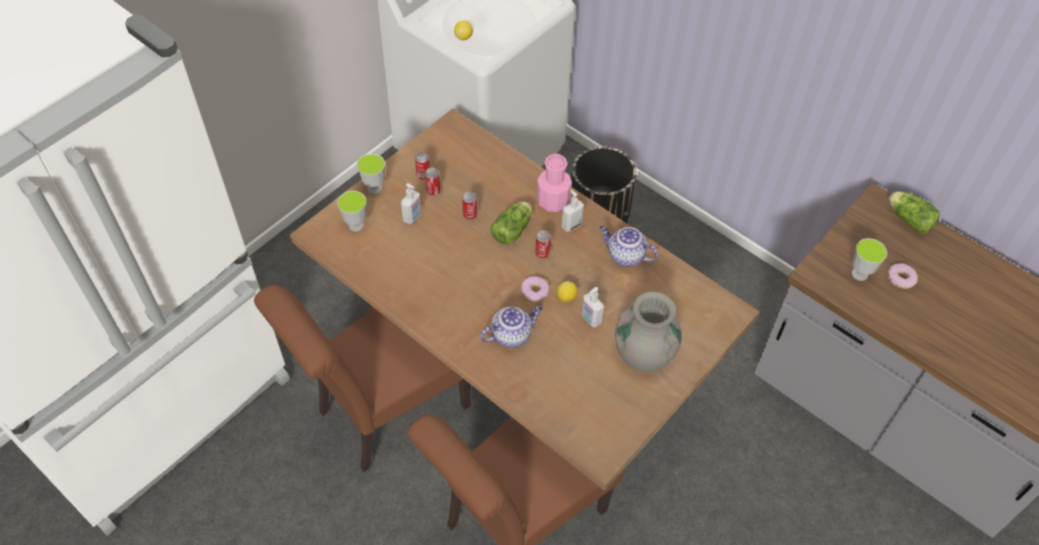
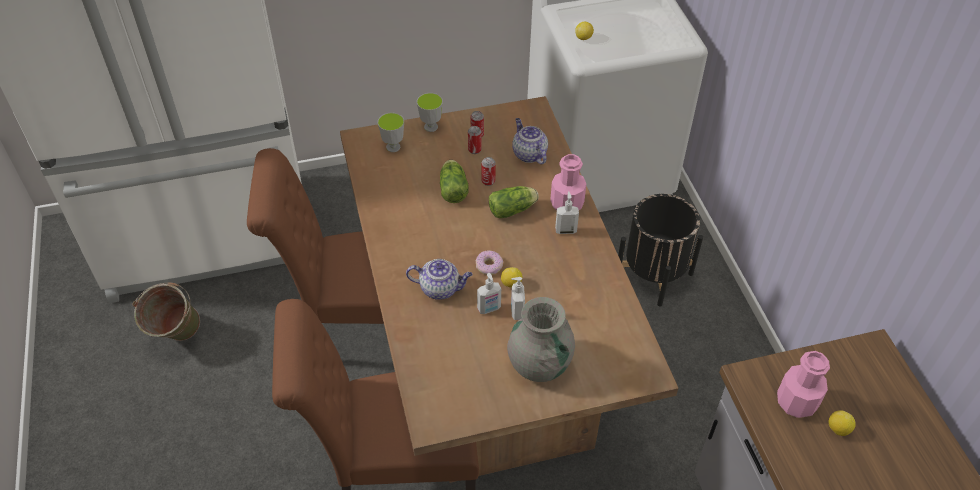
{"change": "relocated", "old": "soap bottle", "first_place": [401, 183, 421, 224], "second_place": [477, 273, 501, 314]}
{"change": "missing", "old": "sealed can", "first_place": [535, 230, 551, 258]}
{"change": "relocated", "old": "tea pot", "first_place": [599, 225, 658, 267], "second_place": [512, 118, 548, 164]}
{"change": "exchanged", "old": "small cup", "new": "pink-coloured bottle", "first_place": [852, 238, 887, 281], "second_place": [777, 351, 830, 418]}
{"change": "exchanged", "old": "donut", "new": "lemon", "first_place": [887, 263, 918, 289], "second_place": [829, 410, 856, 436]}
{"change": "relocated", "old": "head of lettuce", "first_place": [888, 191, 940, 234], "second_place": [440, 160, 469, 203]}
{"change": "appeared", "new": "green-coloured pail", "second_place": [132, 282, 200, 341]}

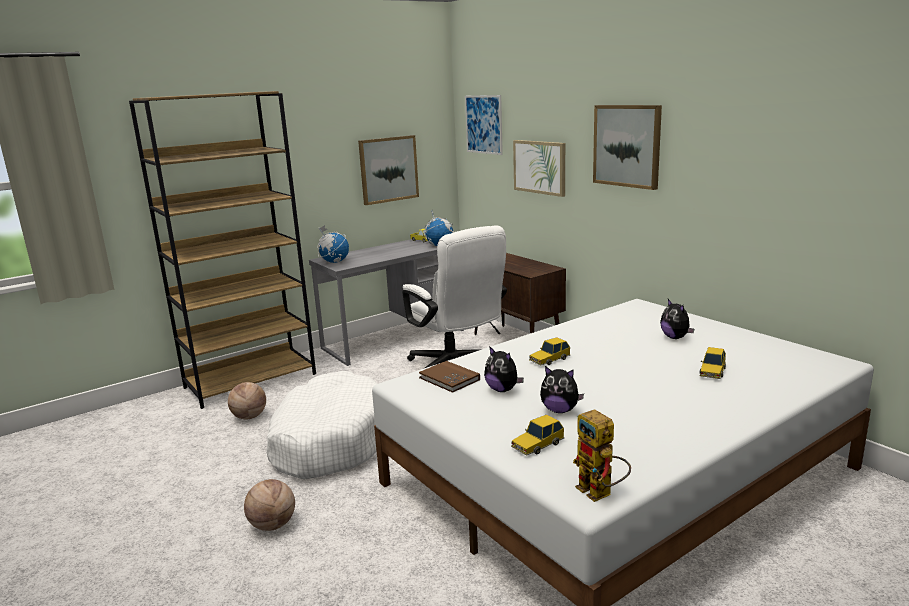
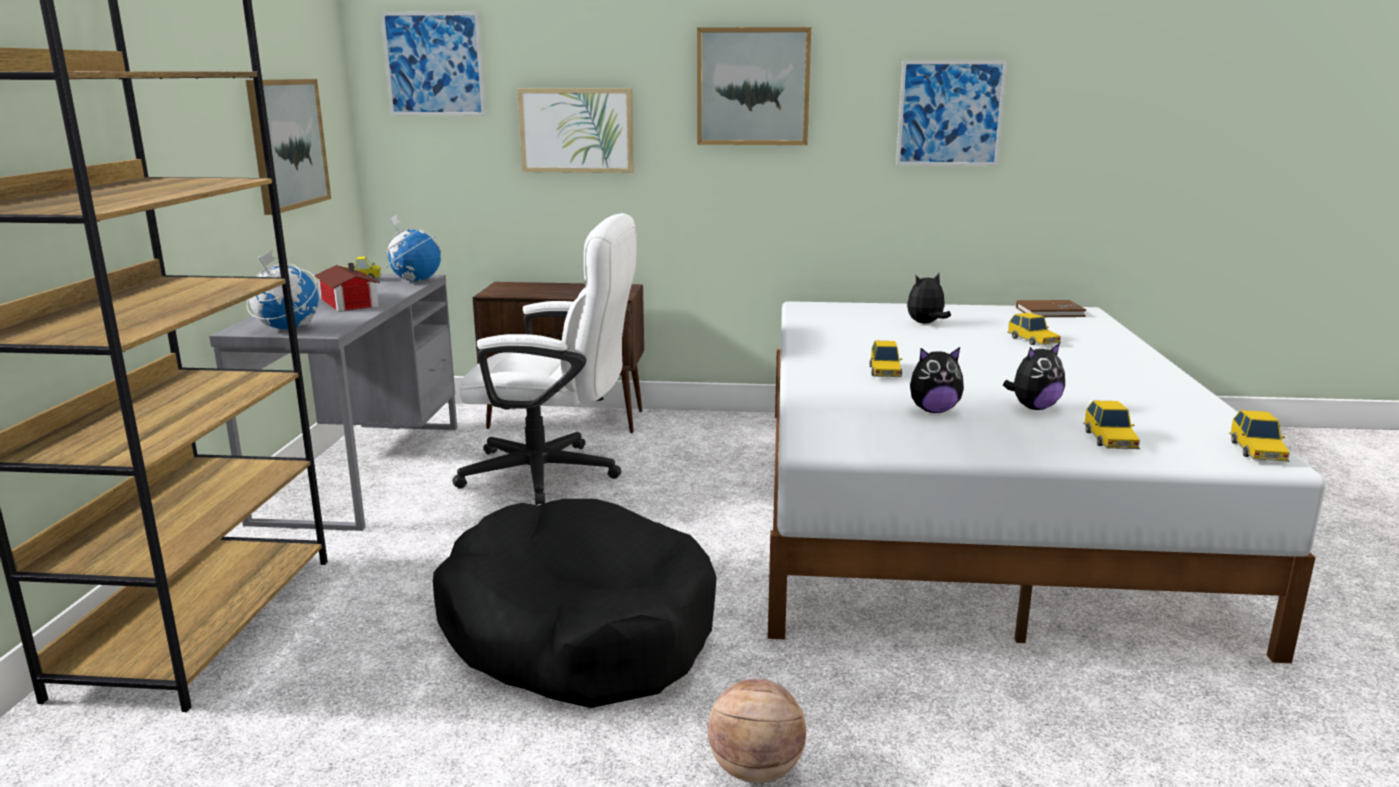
{"change": "missing", "old": "basketball", "first_place": [228, 382, 266, 419]}
{"change": "colour", "old": "white dog cushion", "new": "black-coloured dog cushion", "first_place": [266, 371, 378, 479], "second_place": [433, 499, 717, 708]}
{"change": "relocated", "old": "brownish bound book", "first_place": [419, 361, 480, 393], "second_place": [1016, 300, 1086, 317]}
{"change": "exchanged", "old": "robot figure", "new": "miniature car", "first_place": [573, 409, 631, 502], "second_place": [1229, 410, 1290, 462]}
{"change": "spun", "old": "soft toy", "first_place": [660, 299, 694, 339], "second_place": [907, 273, 951, 323], "degrees": 135}
{"change": "appeared", "new": "toy house", "second_place": [314, 263, 380, 312]}
{"change": "appeared", "new": "wall picture", "second_place": [896, 60, 1007, 166]}

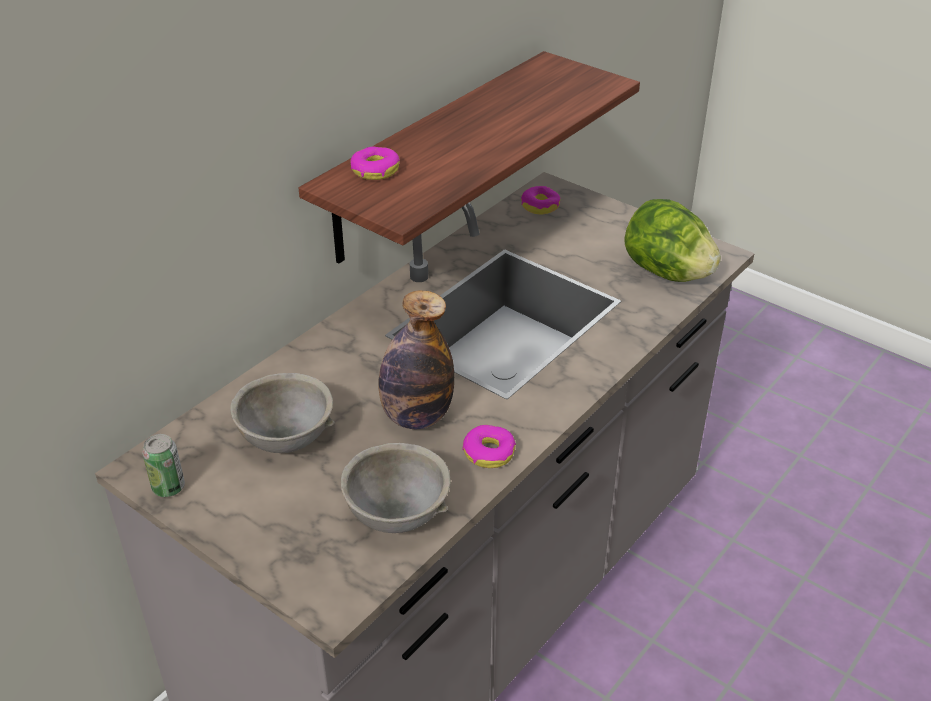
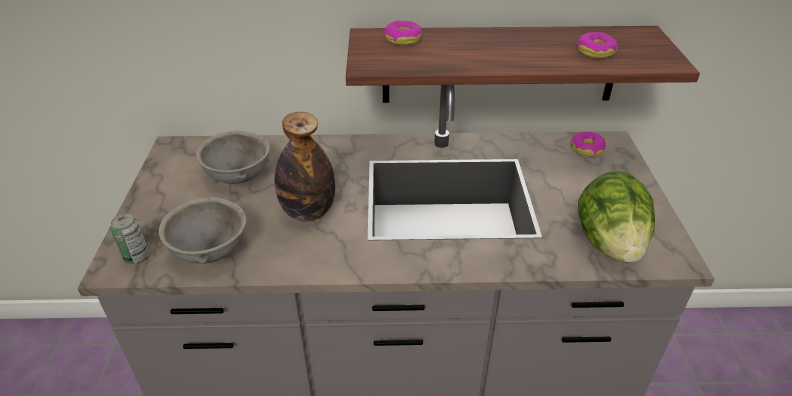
{"change": "relocated", "old": "sealed can", "first_place": [142, 434, 185, 497], "second_place": [110, 214, 149, 264]}
{"change": "relocated", "old": "donut", "first_place": [462, 425, 516, 468], "second_place": [577, 32, 618, 58]}

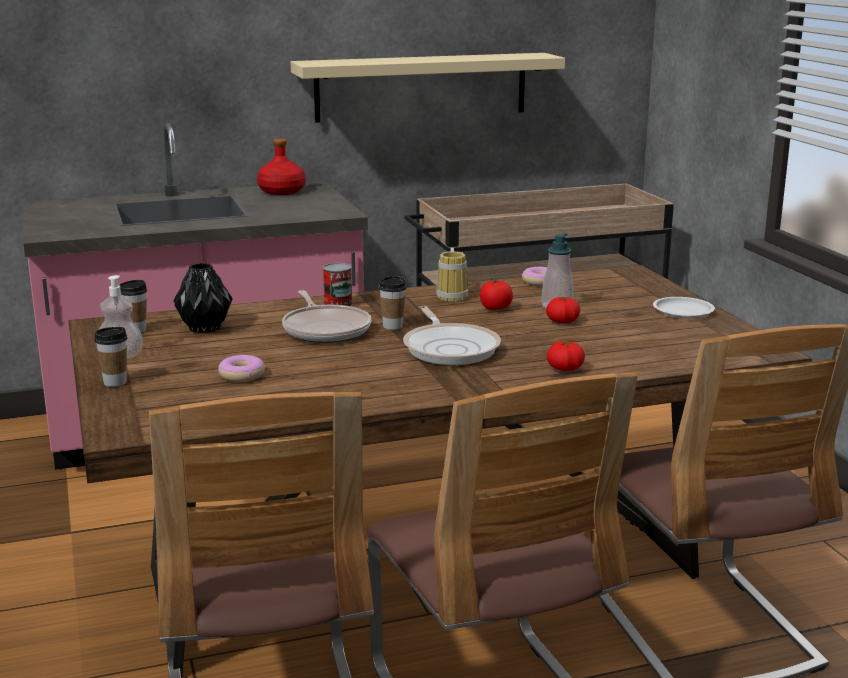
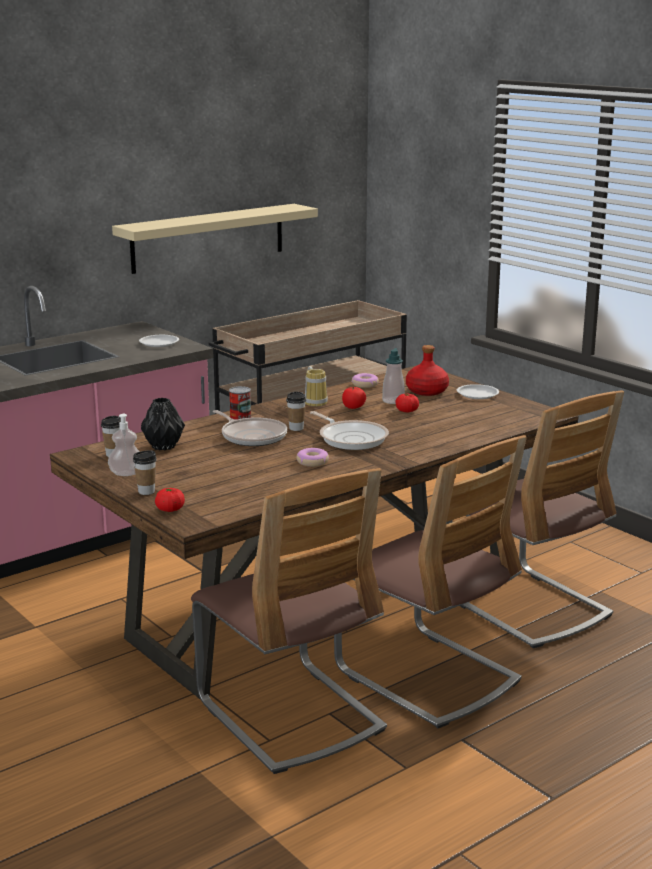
{"change": "relocated", "old": "donut", "first_place": [218, 355, 265, 382], "second_place": [296, 448, 329, 467]}
{"change": "relocated", "old": "reddish bottle", "first_place": [257, 139, 306, 195], "second_place": [406, 345, 449, 396]}
{"change": "relocated", "old": "whole tomato", "first_place": [547, 341, 585, 371], "second_place": [155, 488, 185, 512]}
{"change": "appeared", "new": "white flat dish", "second_place": [139, 335, 179, 347]}

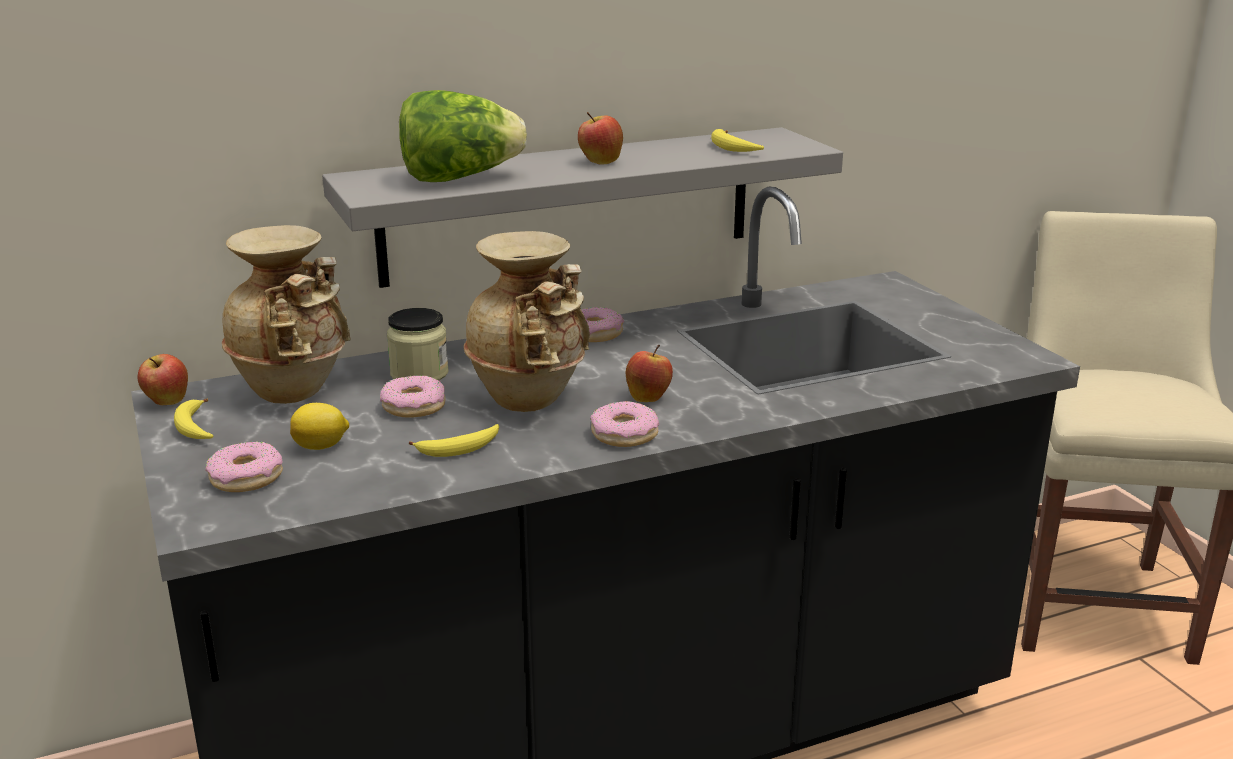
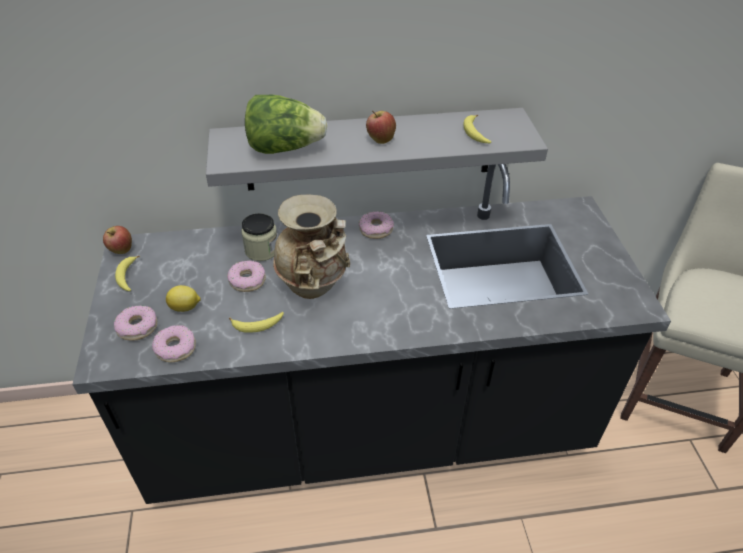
{"change": "missing", "old": "beige vase", "first_place": [222, 225, 351, 404]}
{"change": "relocated", "old": "donut", "first_place": [590, 401, 659, 447], "second_place": [152, 325, 196, 362]}
{"change": "missing", "old": "apple", "first_place": [626, 345, 673, 402]}

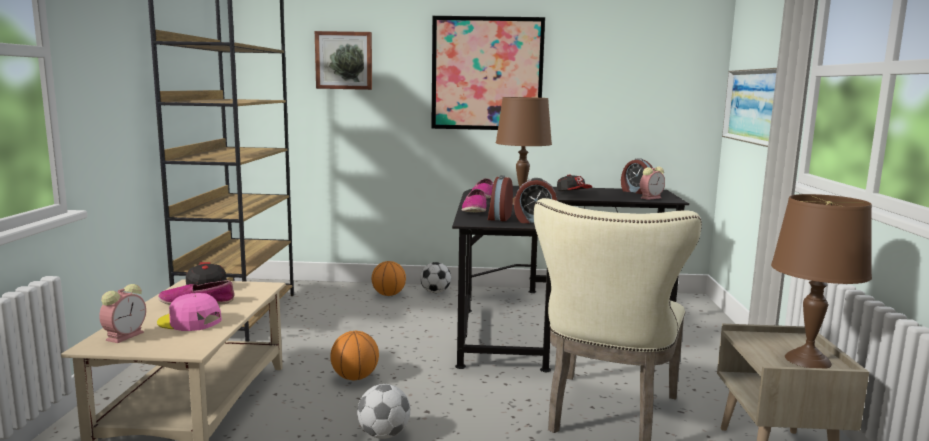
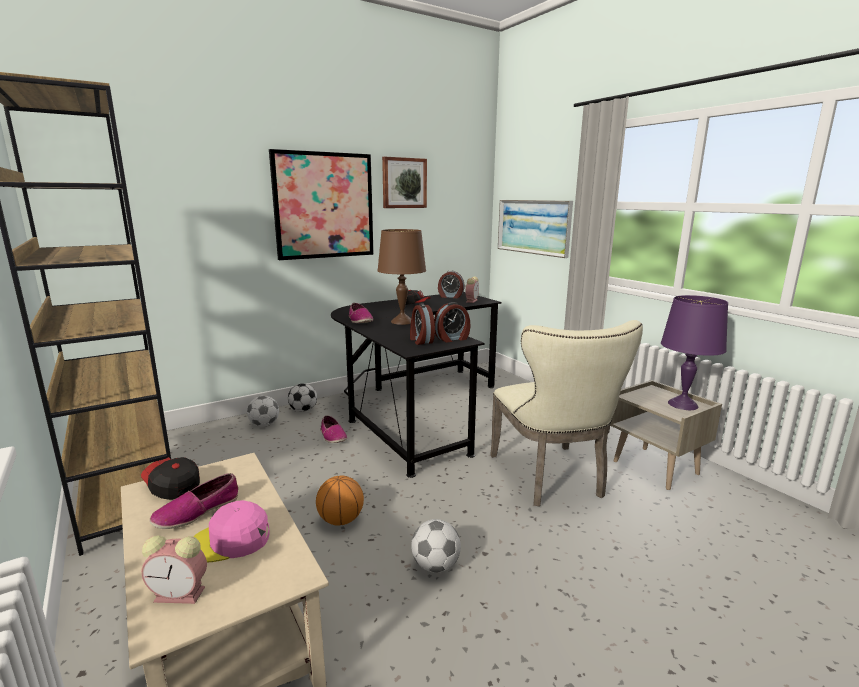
{"change": "spun", "old": "table clock", "first_place": [99, 284, 146, 343], "second_place": [141, 535, 207, 604], "degrees": 105}
{"change": "relocated", "old": "wall picture", "first_place": [315, 31, 372, 90], "second_place": [382, 157, 427, 208]}
{"change": "exchanged", "old": "basketball", "new": "ball for football", "first_place": [372, 261, 406, 296], "second_place": [247, 396, 279, 427]}
{"change": "relocated", "old": "item of footwear", "first_place": [462, 189, 486, 212], "second_place": [321, 415, 347, 443]}
{"change": "colour", "old": "brownish table lamp", "new": "purple table lamp", "first_place": [771, 194, 872, 369], "second_place": [661, 295, 728, 410]}

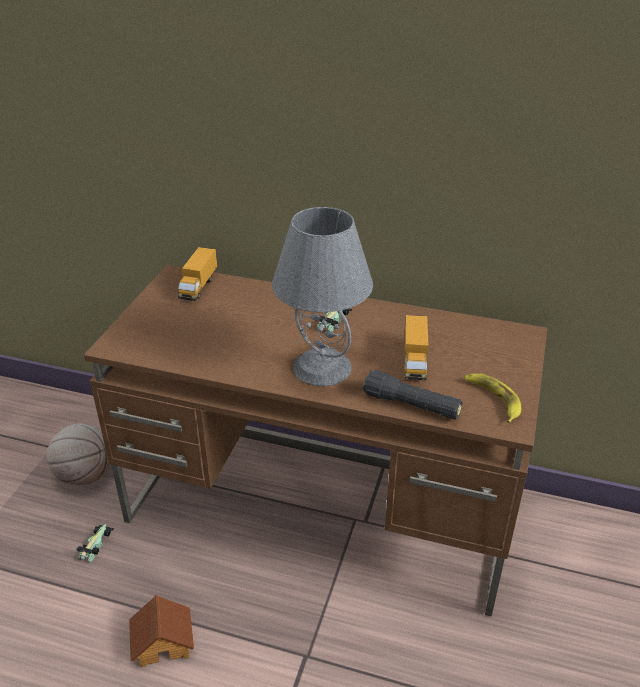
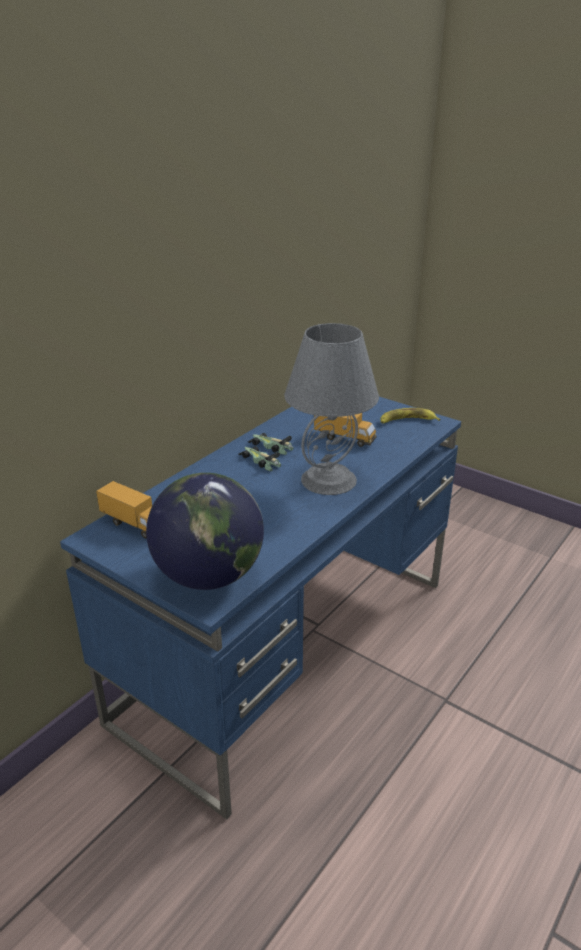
{"change": "missing", "old": "basketball", "first_place": [46, 424, 109, 485]}
{"change": "relocated", "old": "miniature car", "first_place": [77, 524, 114, 562], "second_place": [248, 433, 293, 455]}
{"change": "colour", "old": "brownish desk", "new": "blue desk", "first_place": [84, 265, 547, 617], "second_place": [60, 397, 461, 820]}
{"change": "missing", "old": "toy house", "first_place": [129, 595, 194, 668]}
{"change": "missing", "old": "black-coloured torch", "first_place": [363, 370, 462, 420]}
{"change": "appeared", "new": "globe", "second_place": [146, 473, 264, 590]}

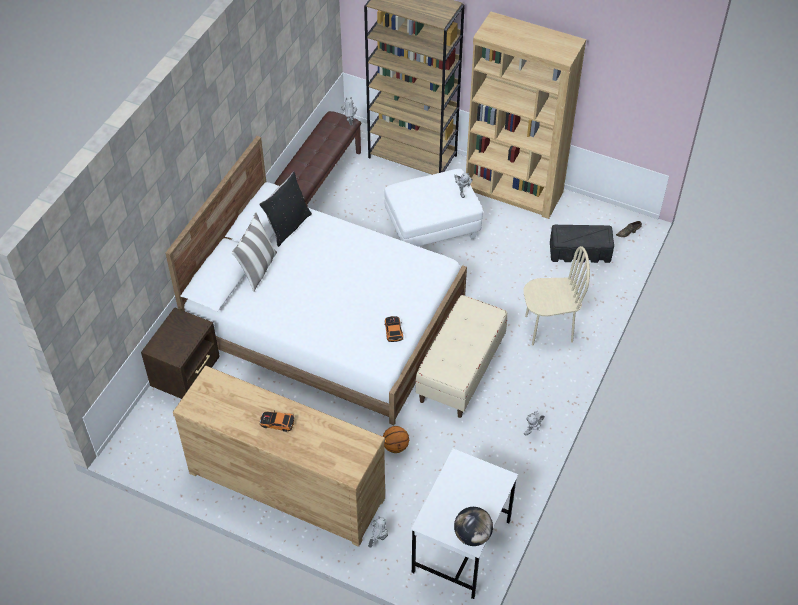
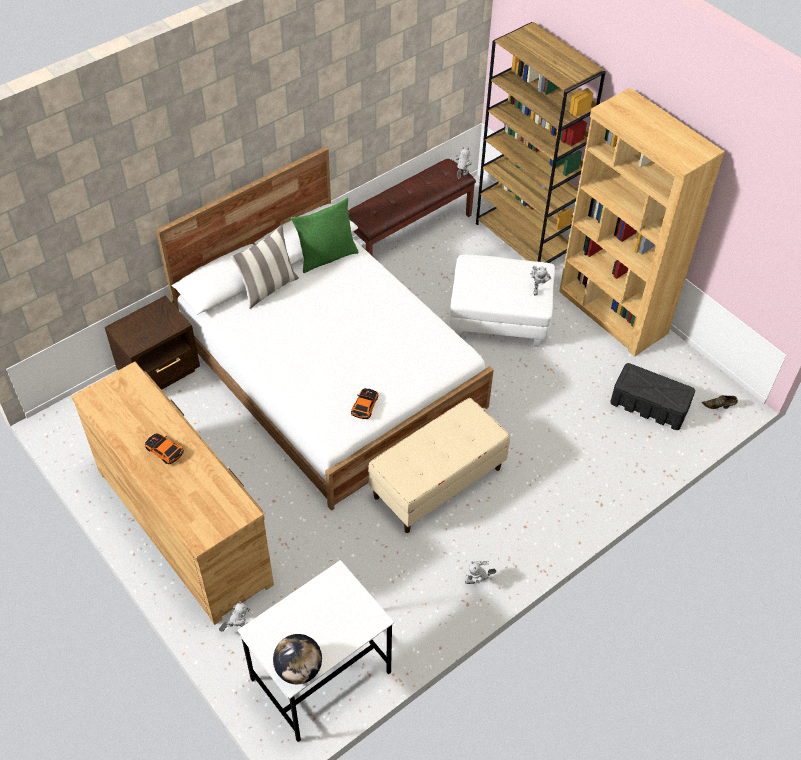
{"change": "colour", "old": "black-coloured throw pillow", "new": "green-coloured throw pillow", "first_place": [259, 171, 312, 247], "second_place": [291, 197, 359, 273]}
{"change": "missing", "old": "basketball", "first_place": [383, 426, 409, 453]}
{"change": "missing", "old": "beige plain chair", "first_place": [523, 246, 590, 345]}

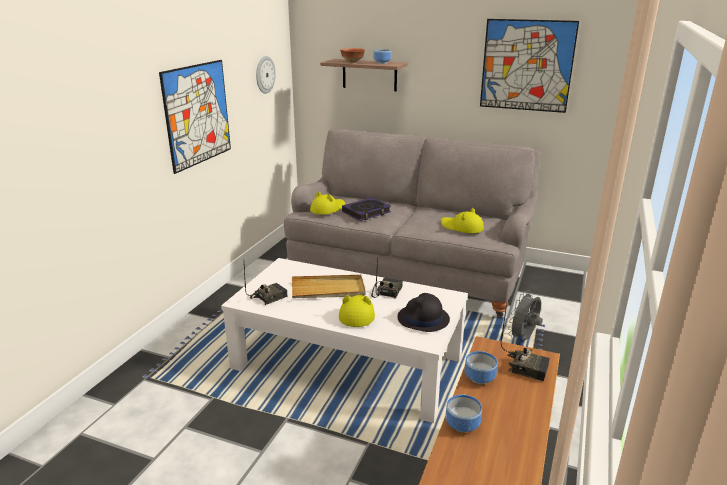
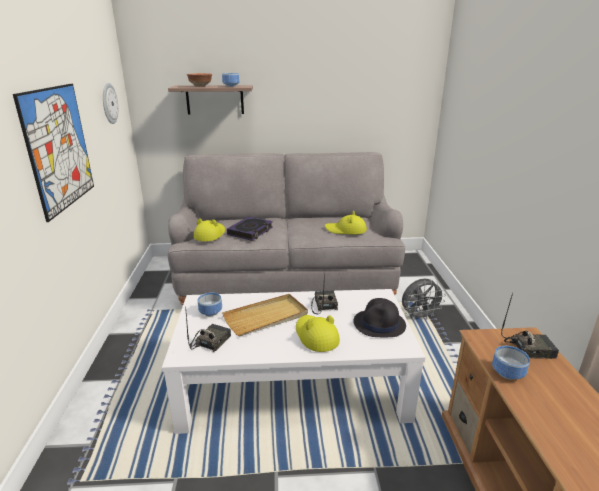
{"change": "relocated", "old": "bowl", "first_place": [445, 395, 482, 433], "second_place": [198, 293, 222, 316]}
{"change": "missing", "old": "wall picture", "first_place": [480, 19, 579, 113]}
{"change": "spun", "old": "grey cooling fan", "first_place": [508, 290, 543, 340], "second_place": [402, 278, 446, 321], "degrees": -120}

